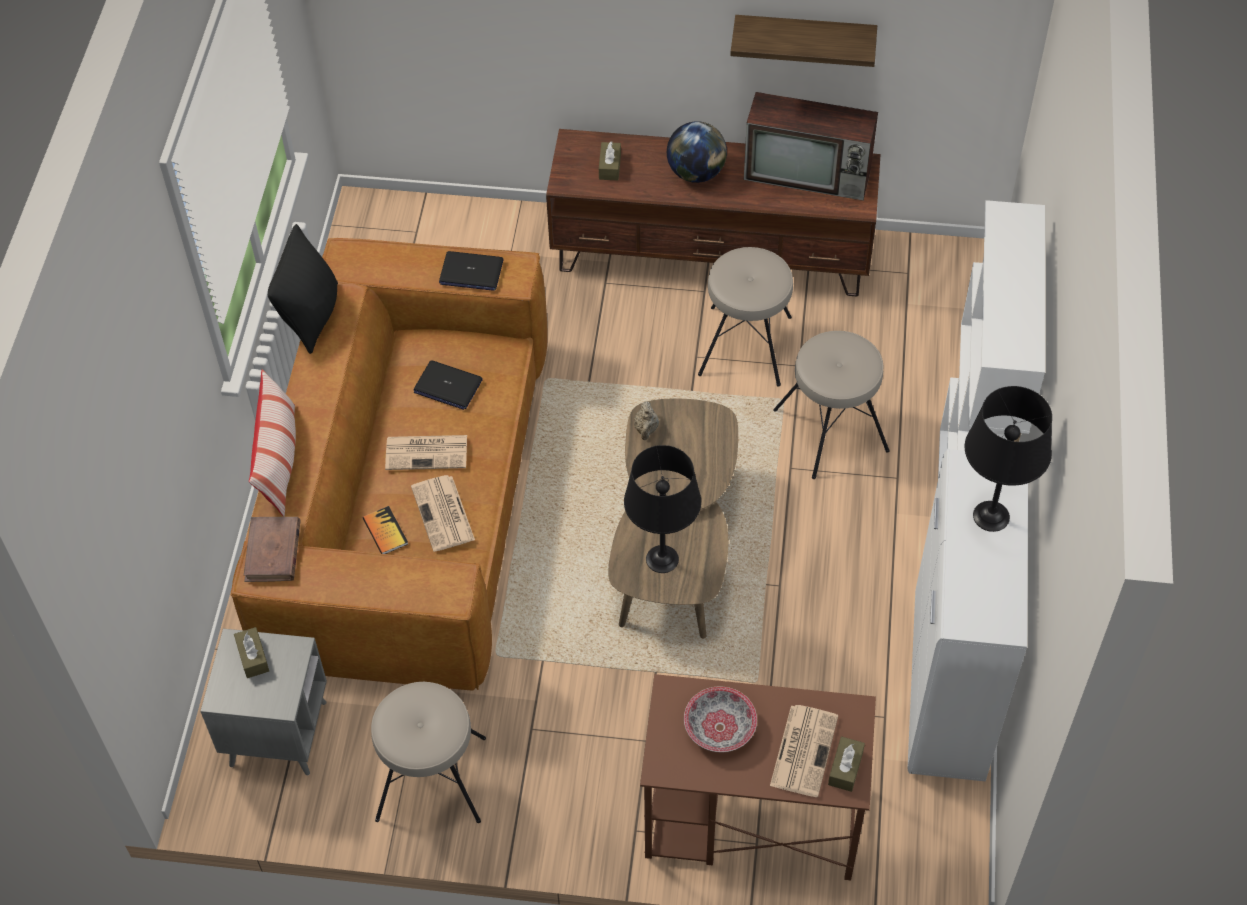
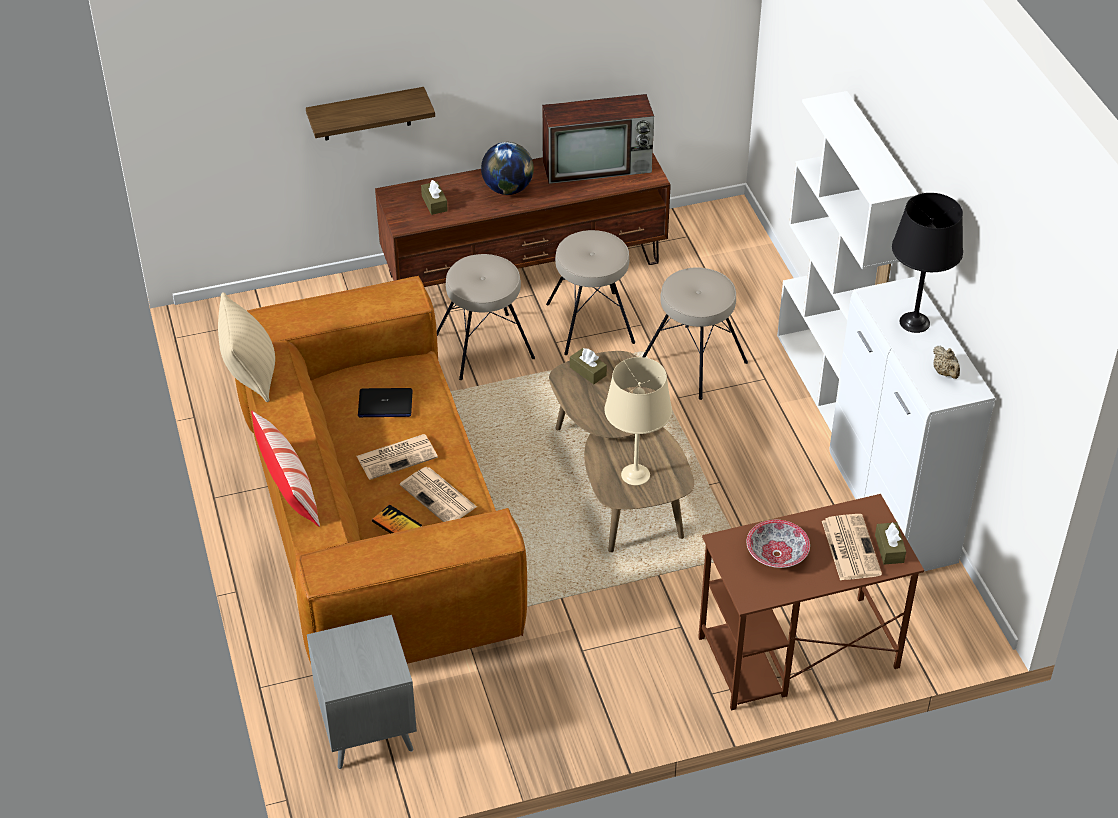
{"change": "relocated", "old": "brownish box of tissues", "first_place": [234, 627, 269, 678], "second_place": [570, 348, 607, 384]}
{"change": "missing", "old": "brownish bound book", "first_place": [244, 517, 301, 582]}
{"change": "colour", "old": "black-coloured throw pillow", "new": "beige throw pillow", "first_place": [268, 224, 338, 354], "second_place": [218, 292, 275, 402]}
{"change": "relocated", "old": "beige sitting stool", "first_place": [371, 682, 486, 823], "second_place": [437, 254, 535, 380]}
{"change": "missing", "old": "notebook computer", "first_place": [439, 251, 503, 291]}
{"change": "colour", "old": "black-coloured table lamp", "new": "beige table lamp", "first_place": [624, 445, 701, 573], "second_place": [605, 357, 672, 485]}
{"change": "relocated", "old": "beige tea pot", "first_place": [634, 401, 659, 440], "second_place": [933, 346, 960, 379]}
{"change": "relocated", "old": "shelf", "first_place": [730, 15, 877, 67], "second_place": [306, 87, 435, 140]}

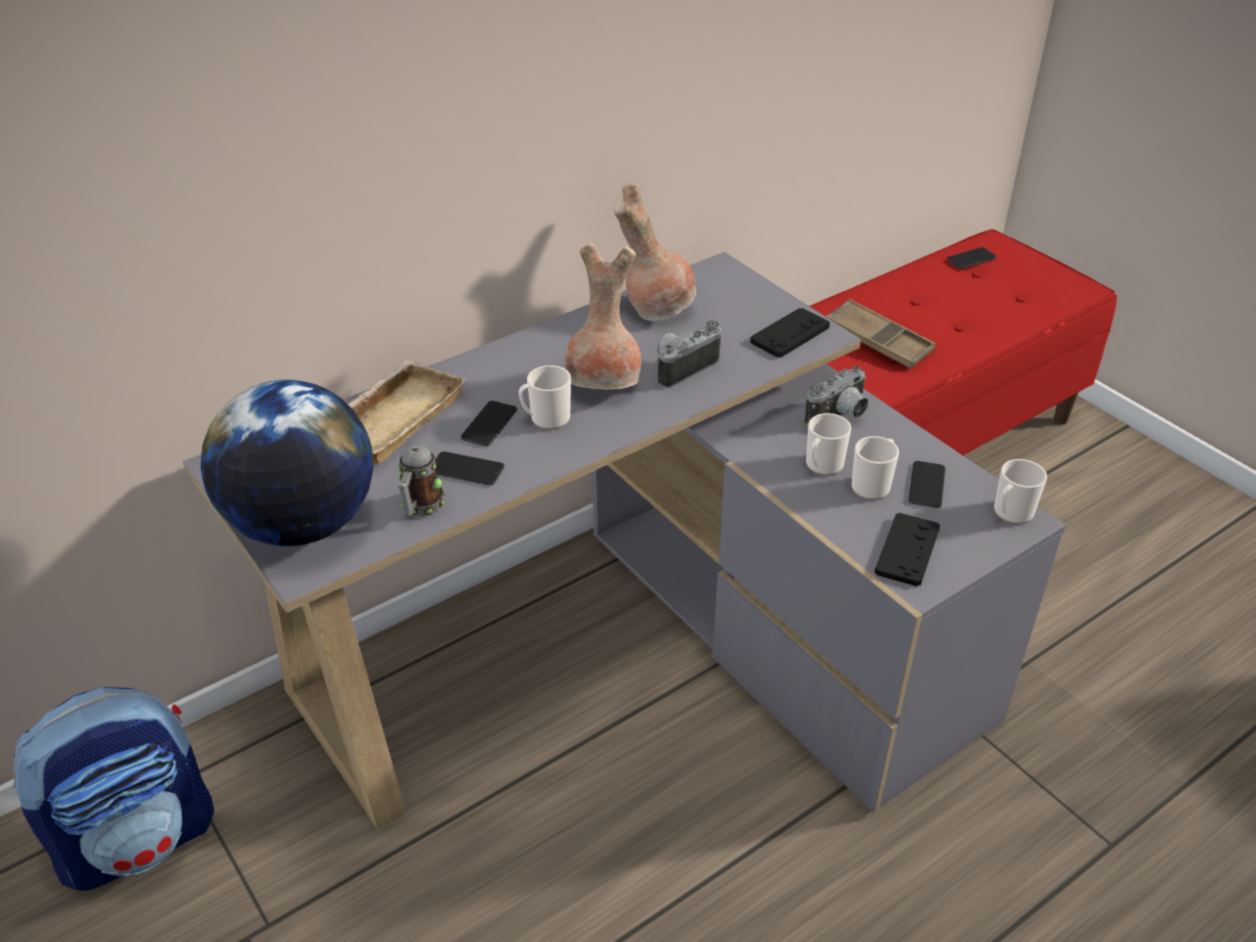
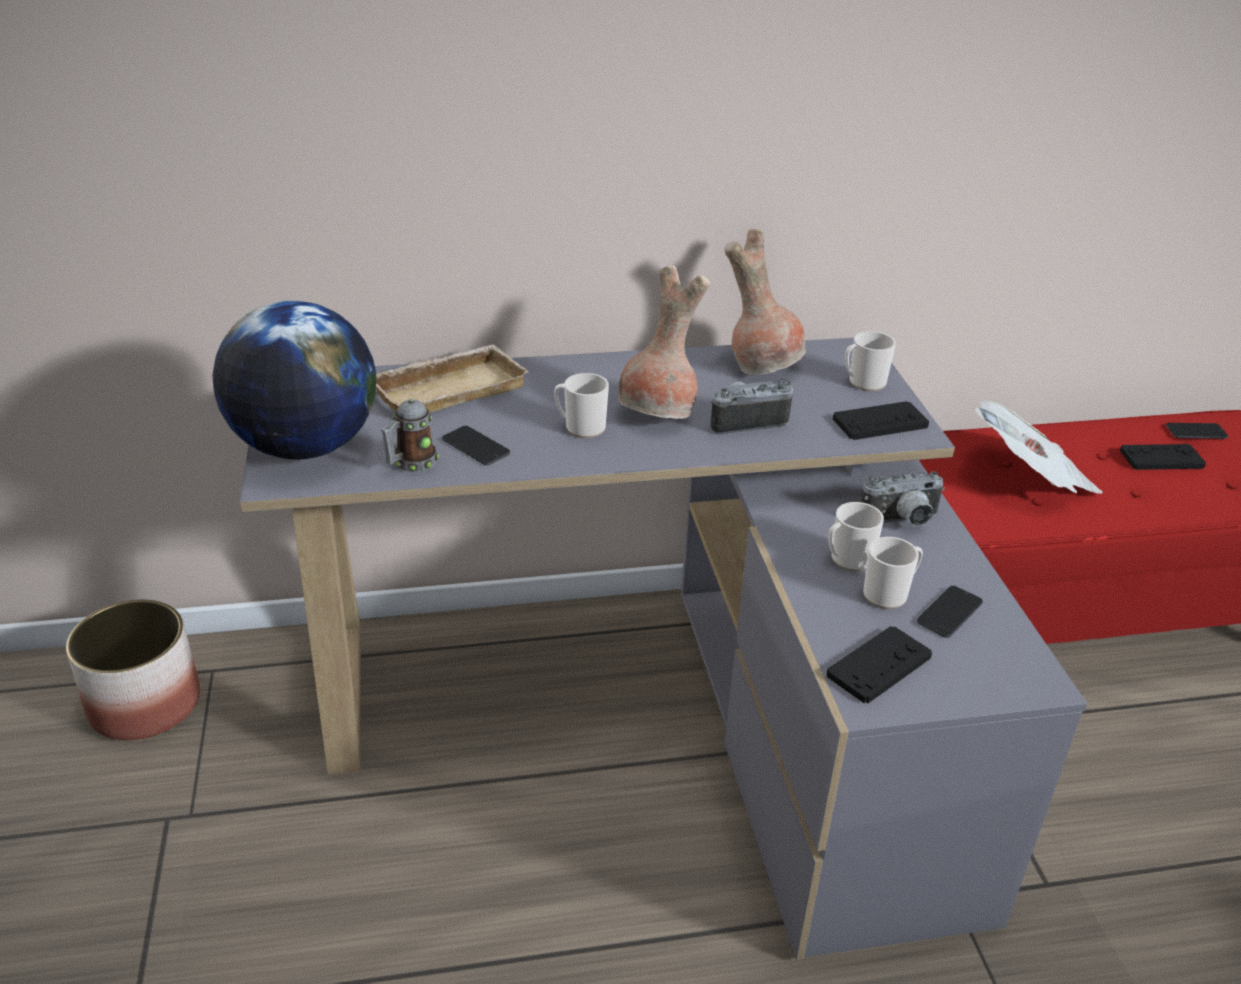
{"change": "exchanged", "old": "backpack", "new": "planter", "first_place": [13, 687, 214, 891], "second_place": [66, 599, 200, 740]}
{"change": "missing", "old": "telephone", "first_place": [461, 401, 517, 446]}
{"change": "exchanged", "old": "brownish carrying tray", "new": "daily paper", "first_place": [825, 299, 936, 369], "second_place": [973, 401, 1103, 494]}
{"change": "relocated", "old": "tea mug", "first_place": [994, 459, 1047, 524], "second_place": [845, 331, 896, 391]}
{"change": "appeared", "new": "black-coloured joypad", "second_place": [1120, 444, 1206, 470]}

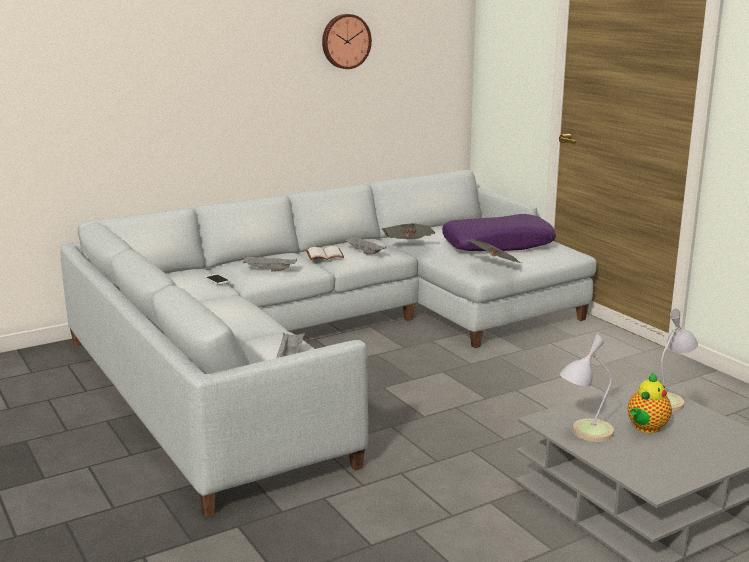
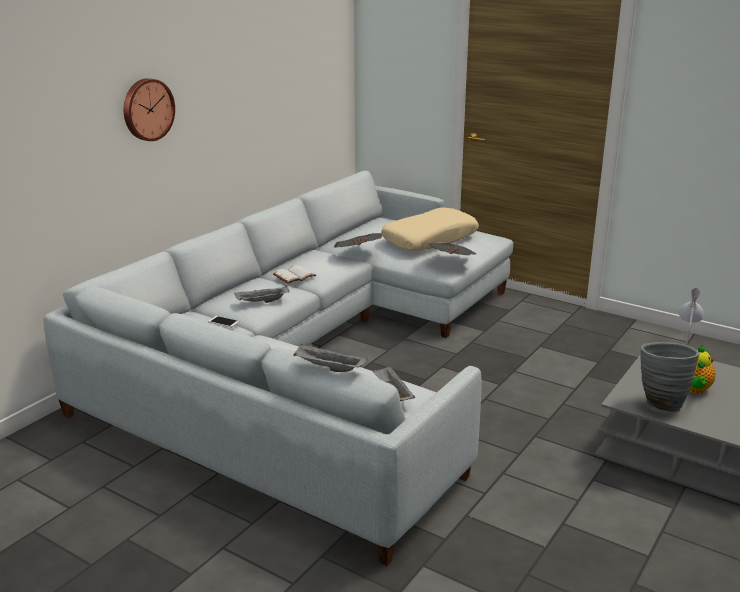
{"change": "relocated", "old": "hanging clock", "first_place": [322, 14, 372, 69], "second_place": [124, 78, 175, 141]}
{"change": "relocated", "old": "grey carrying tray", "first_place": [343, 236, 387, 255], "second_place": [293, 343, 367, 372]}
{"change": "colour", "old": "purple throw pillow", "new": "beige throw pillow", "first_place": [442, 214, 556, 251], "second_place": [381, 208, 479, 251]}
{"change": "exchanged", "old": "table lamp", "new": "grey vase", "first_place": [559, 333, 614, 442], "second_place": [640, 342, 700, 414]}

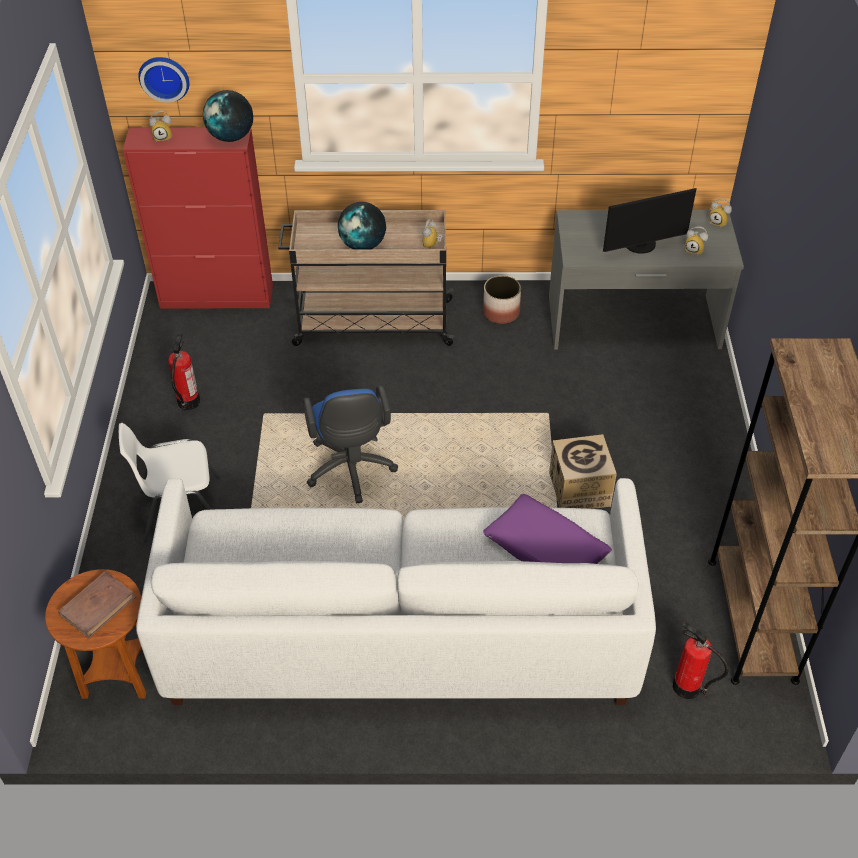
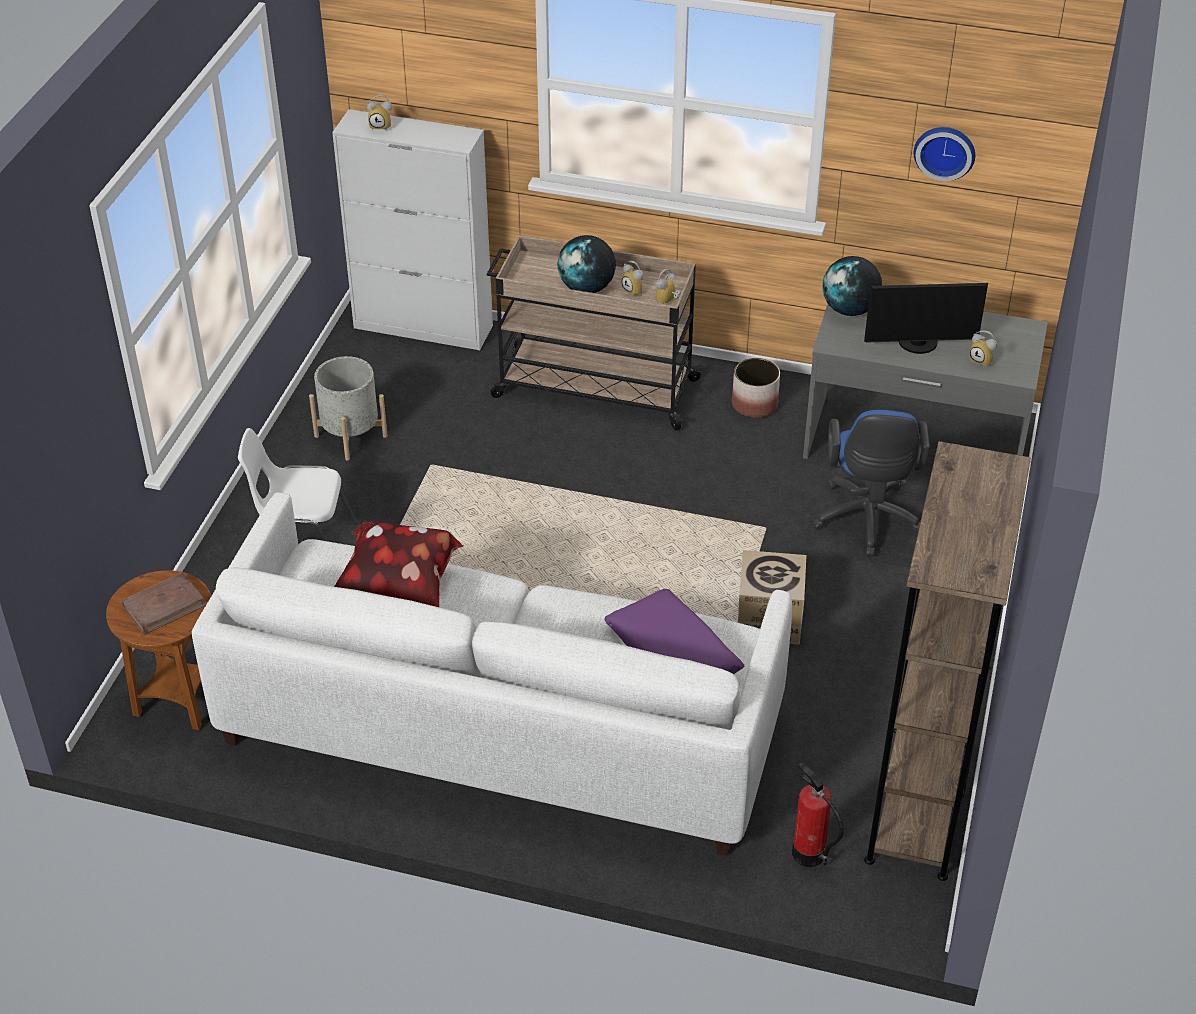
{"change": "colour", "old": "reddish cupboard", "new": "white cupboard", "first_place": [123, 127, 273, 309], "second_place": [332, 109, 493, 350]}
{"change": "relocated", "old": "hanging clock", "first_place": [138, 57, 189, 103], "second_place": [914, 127, 975, 181]}
{"change": "exchanged", "old": "fire extinguisher", "new": "grey planter", "first_place": [168, 333, 200, 411], "second_place": [309, 356, 388, 461]}
{"change": "relocated", "old": "globe", "first_place": [203, 90, 253, 142], "second_place": [823, 256, 882, 316]}
{"change": "relocated", "old": "blue desk chair", "first_place": [303, 385, 398, 503], "second_place": [813, 410, 930, 556]}
{"change": "relocated", "old": "table clock", "first_place": [708, 199, 732, 226], "second_place": [621, 261, 644, 296]}
{"change": "appeared", "new": "throw pillow", "second_place": [334, 521, 463, 607]}

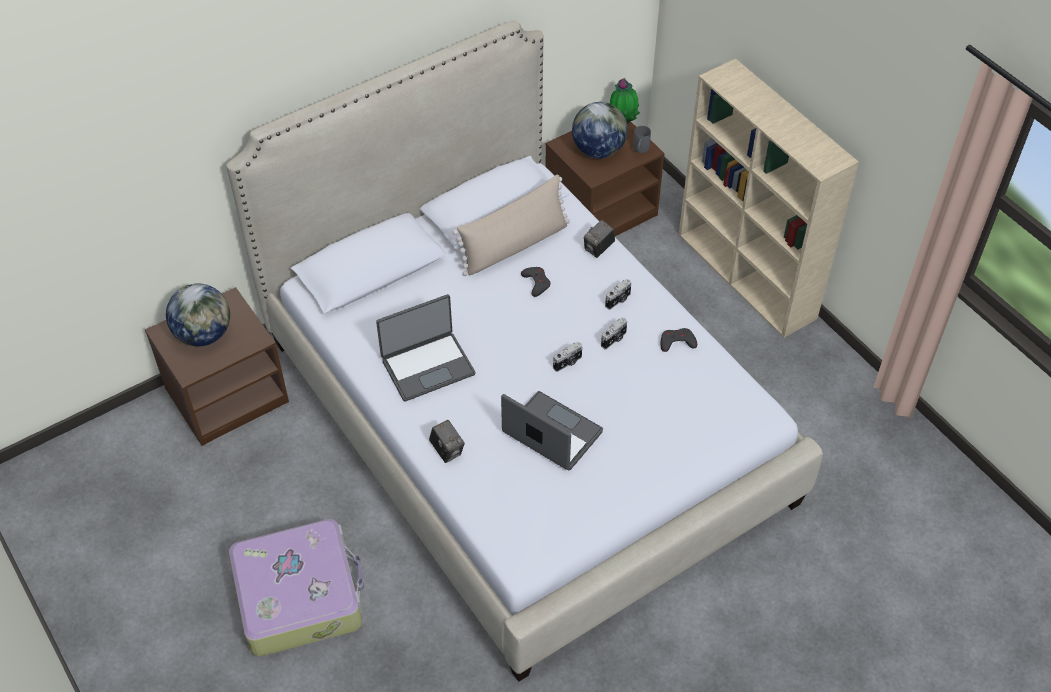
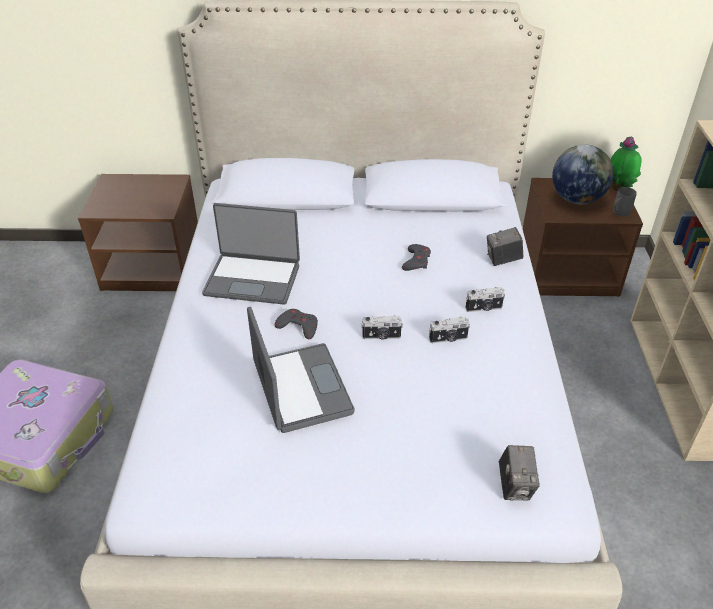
{"change": "missing", "old": "globe", "first_place": [166, 283, 230, 346]}
{"change": "relocated", "old": "still camera", "first_place": [429, 420, 465, 463], "second_place": [499, 445, 540, 501]}
{"change": "missing", "old": "beige throw pillow", "first_place": [452, 175, 570, 276]}
{"change": "relocated", "old": "grey joypad", "first_place": [661, 328, 697, 352], "second_place": [275, 309, 318, 339]}

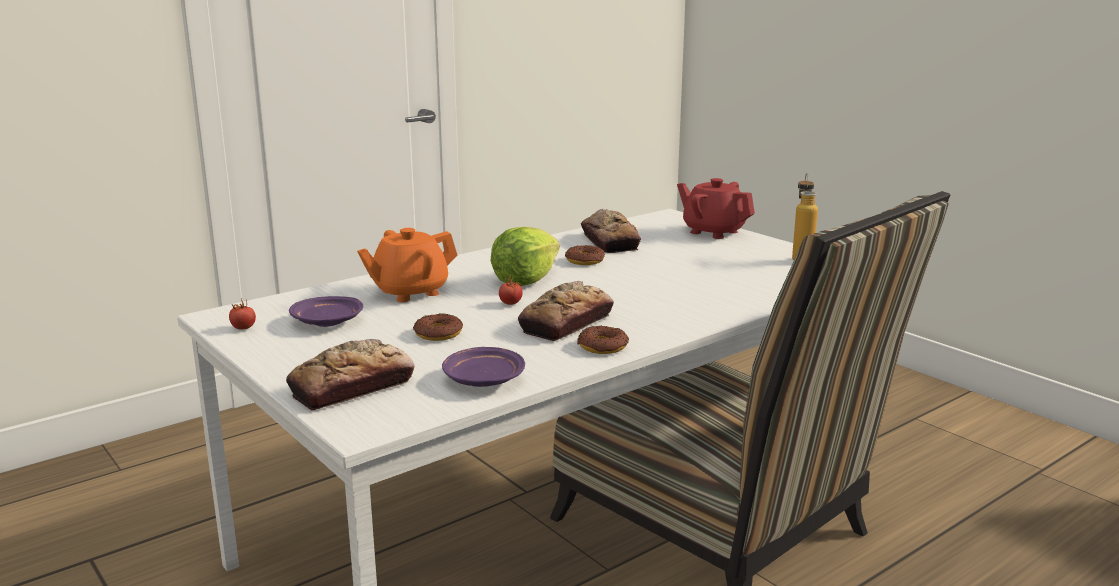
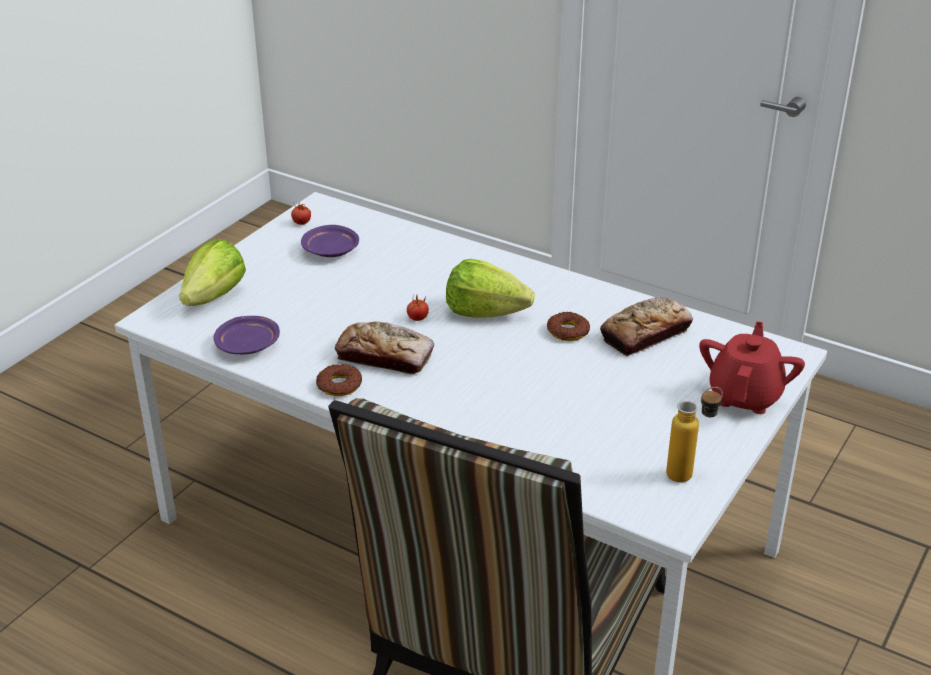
{"change": "exchanged", "old": "baked bread", "new": "head of lettuce", "first_place": [286, 339, 415, 410], "second_place": [179, 239, 246, 306]}
{"change": "missing", "old": "orange tea pot", "first_place": [357, 228, 457, 302]}
{"change": "missing", "old": "donut", "first_place": [413, 313, 463, 341]}

